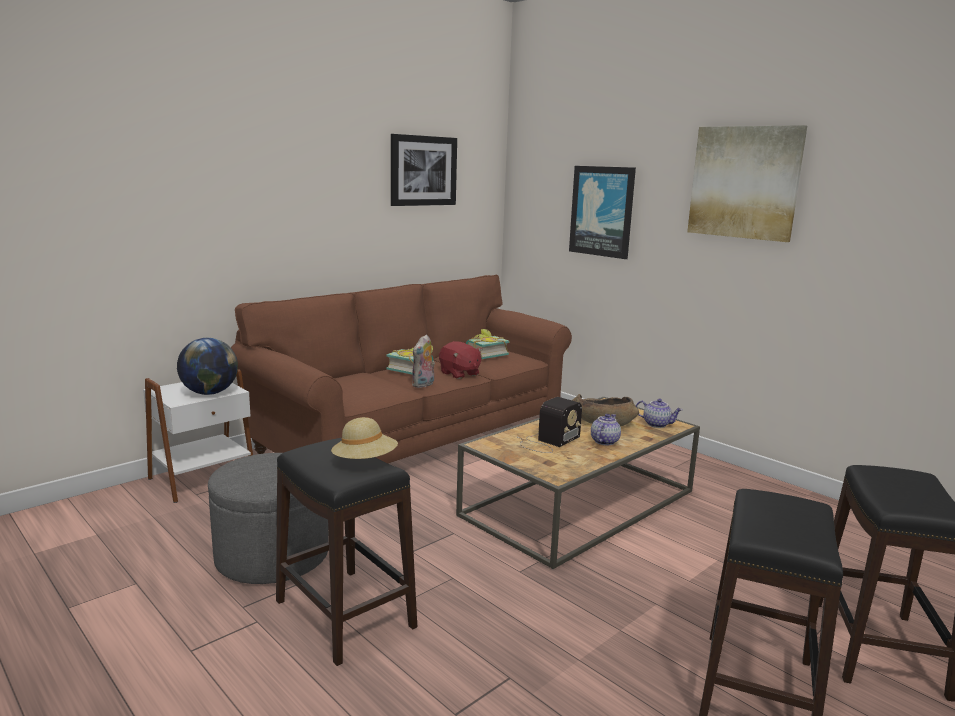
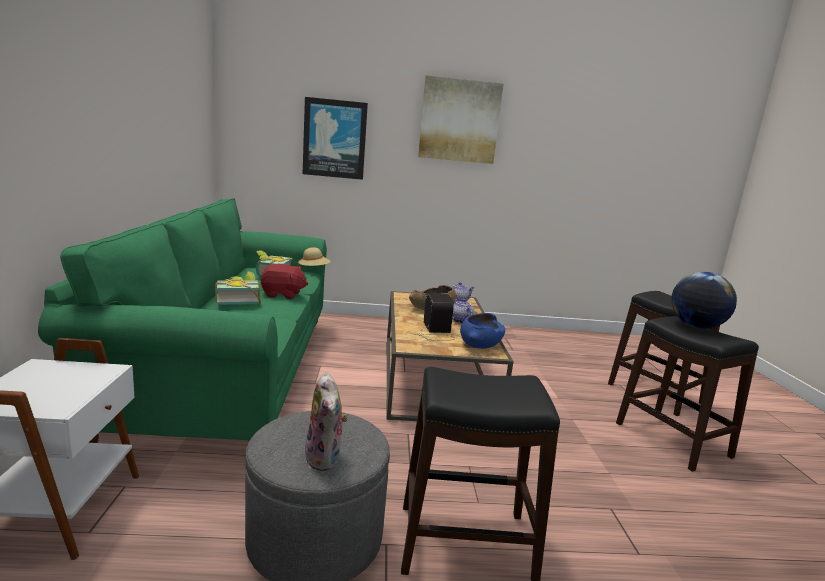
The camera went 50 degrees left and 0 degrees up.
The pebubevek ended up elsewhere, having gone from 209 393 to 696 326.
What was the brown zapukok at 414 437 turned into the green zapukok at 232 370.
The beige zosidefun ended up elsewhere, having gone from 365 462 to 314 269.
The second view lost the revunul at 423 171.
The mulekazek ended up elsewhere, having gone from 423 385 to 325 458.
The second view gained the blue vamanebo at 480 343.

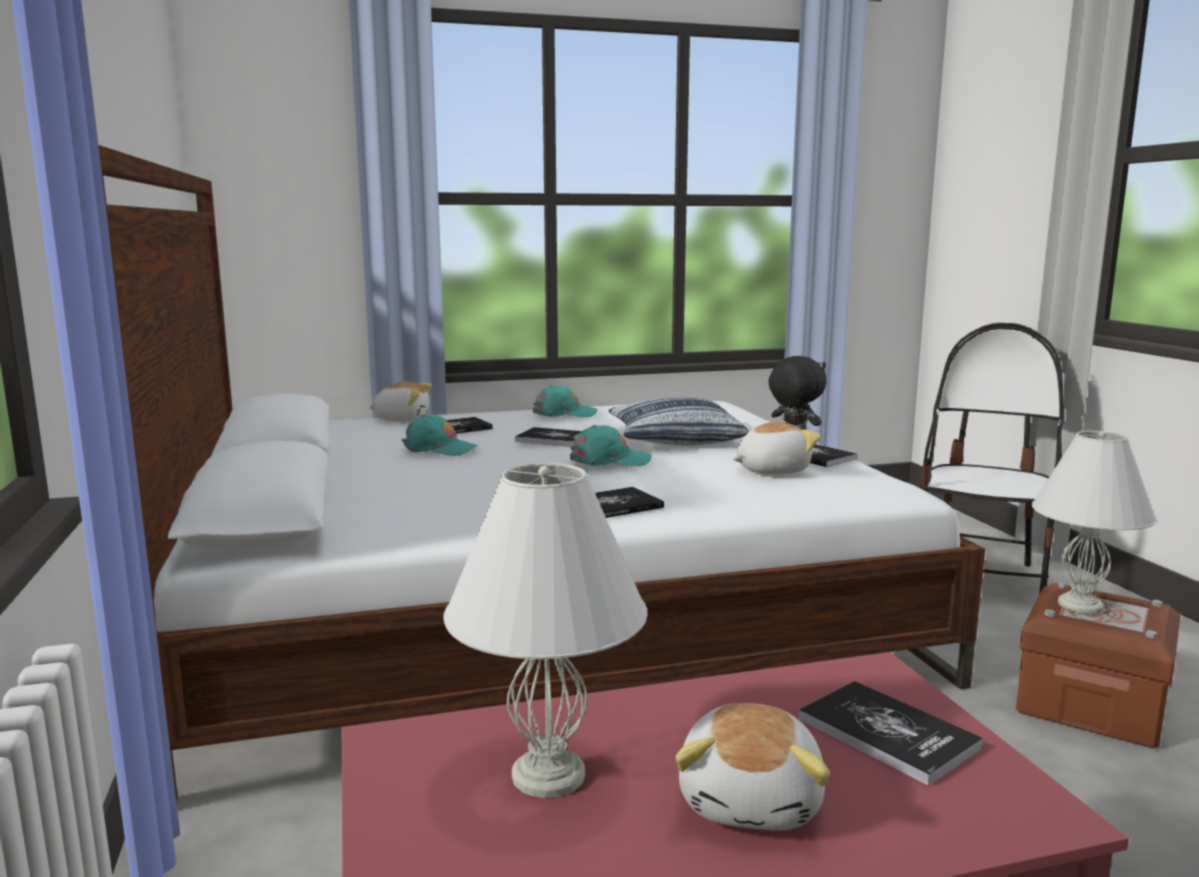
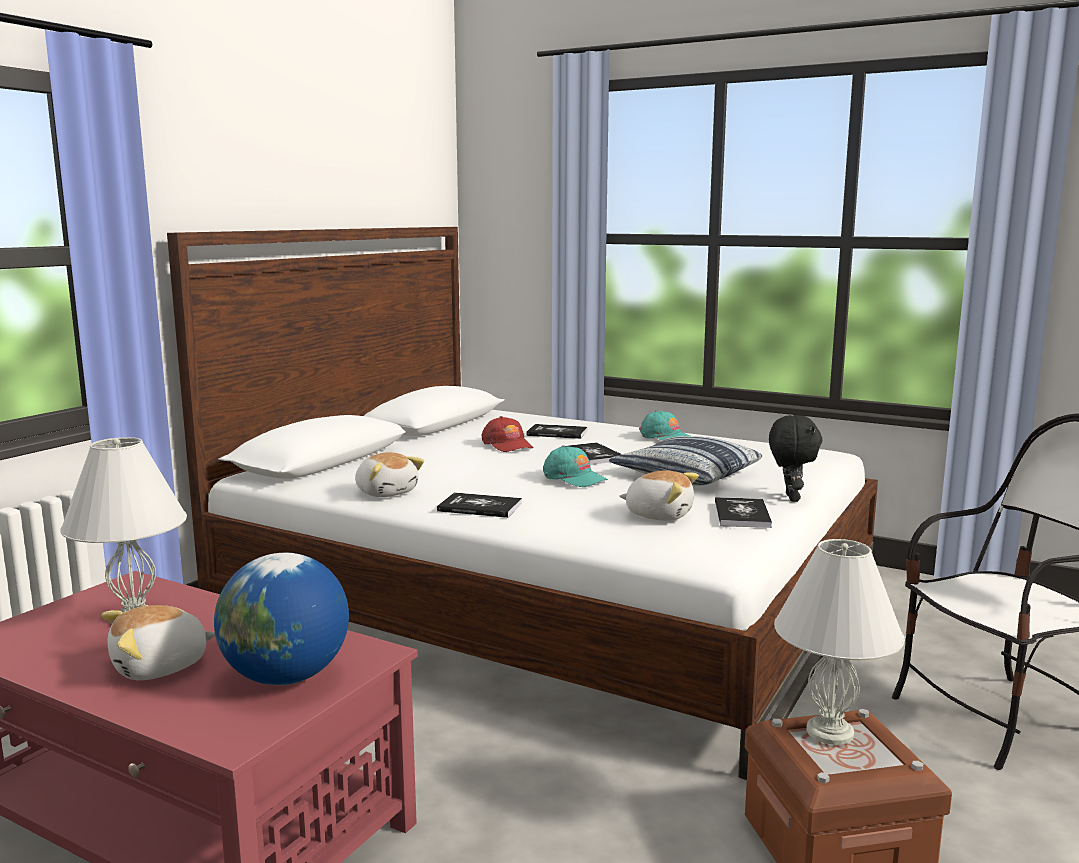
The camera went 45 degrees right and 0 degrees up.
The mulekazek ended up elsewhere, having gone from 402 419 to 387 492.
What was the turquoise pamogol at 439 449 turned into the red pamogol at 507 445.
Where the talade stood at 887 733, the pebubevek came to stand at 286 677.

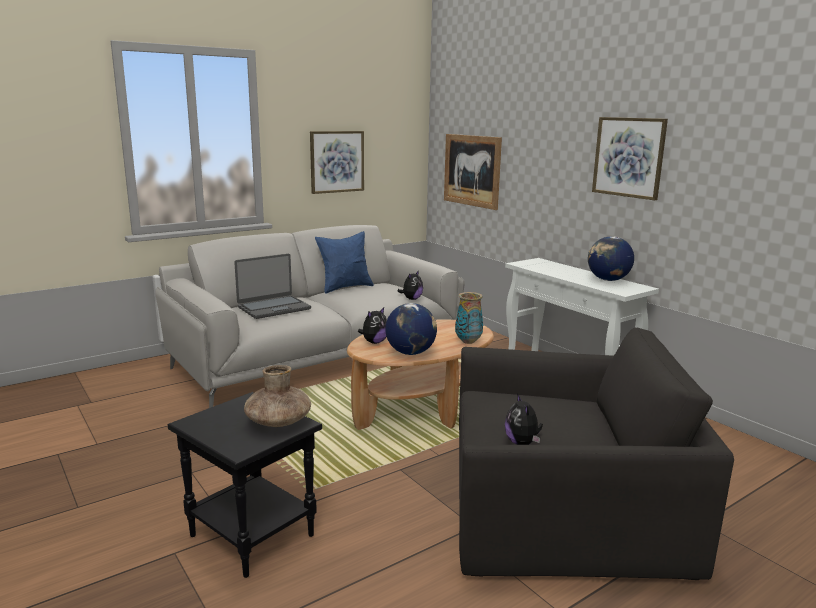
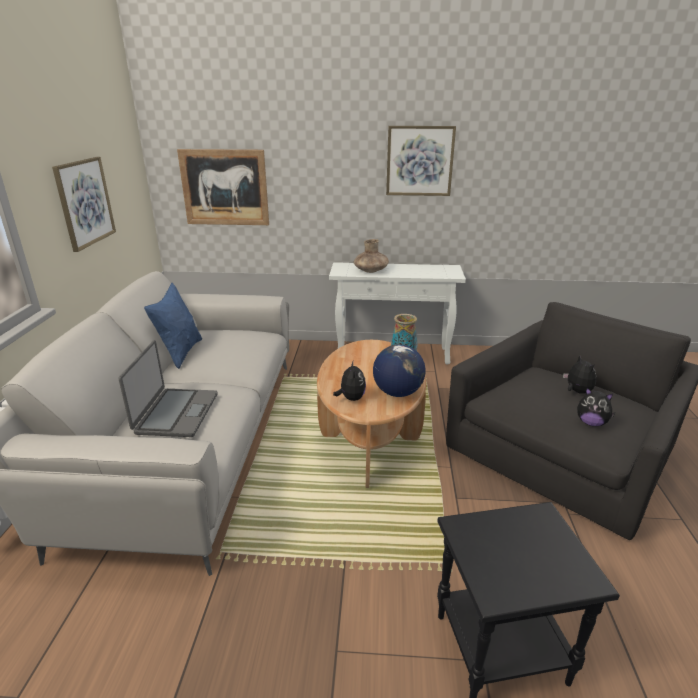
The camera went 50 degrees left and 10 degrees up.
The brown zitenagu ended up elsewhere, having gone from 278 422 to 370 271.
The mulekazek ended up elsewhere, having gone from 411 299 to 577 391.
The second view lost the pebubevek at 608 280.

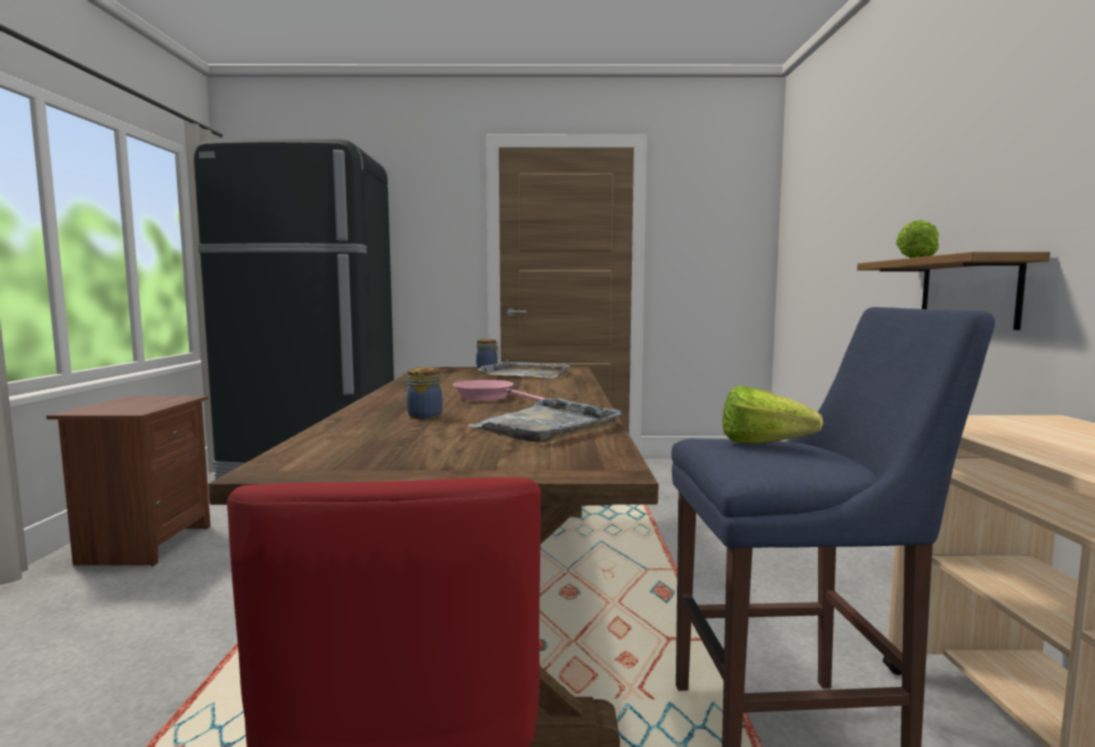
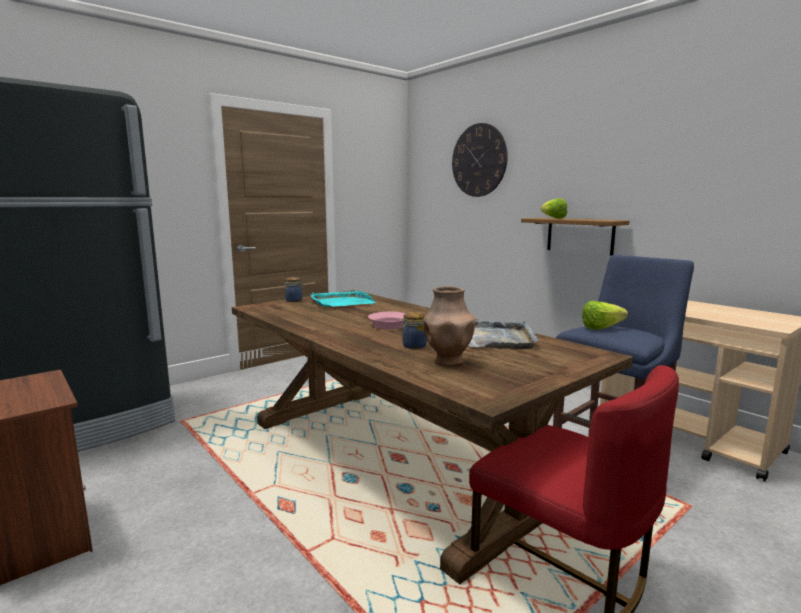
The camera went 40 degrees left and 5 degrees up.
What was the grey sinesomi at 525 374 turned into the turquoise sinesomi at 341 302.
The second view gained the brown zitenagu at 448 362.
The second view gained the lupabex at 479 160.

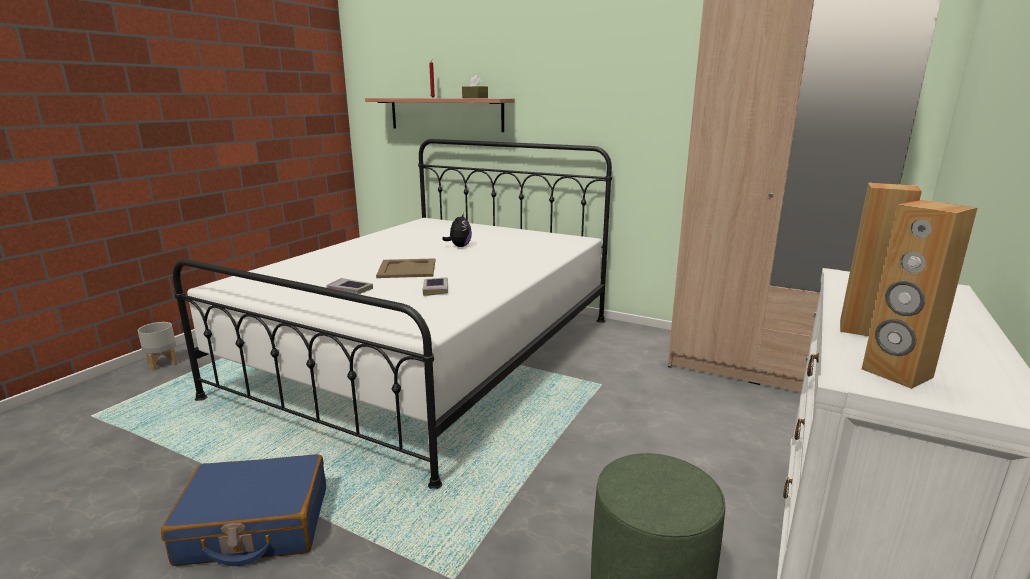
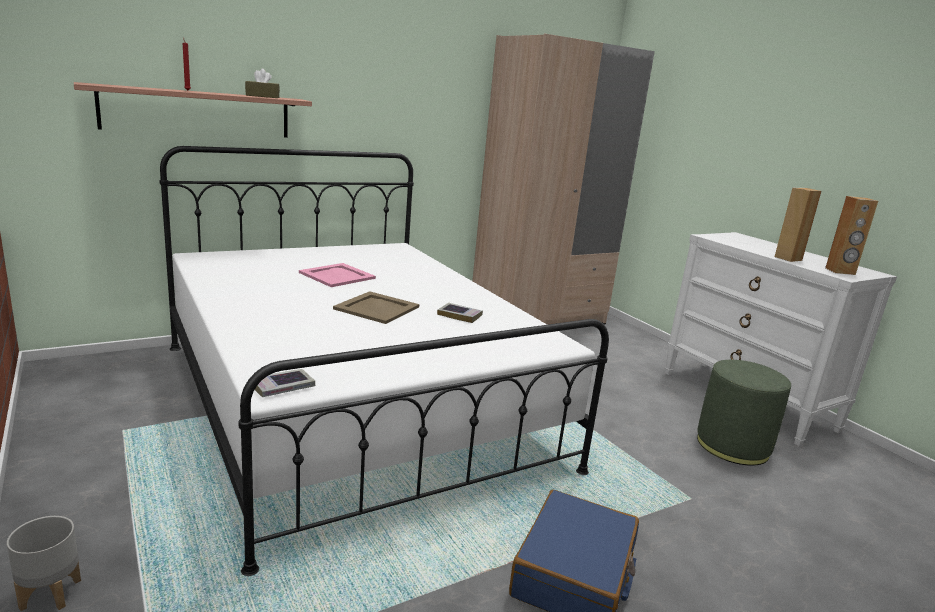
The camera went 60 degrees left and 0 degrees up.
The talade ended up elsewhere, having gone from 350 290 to 283 387.
Where the mulekazek stood at 459 246, the pink sinesomi came to stand at 336 275.

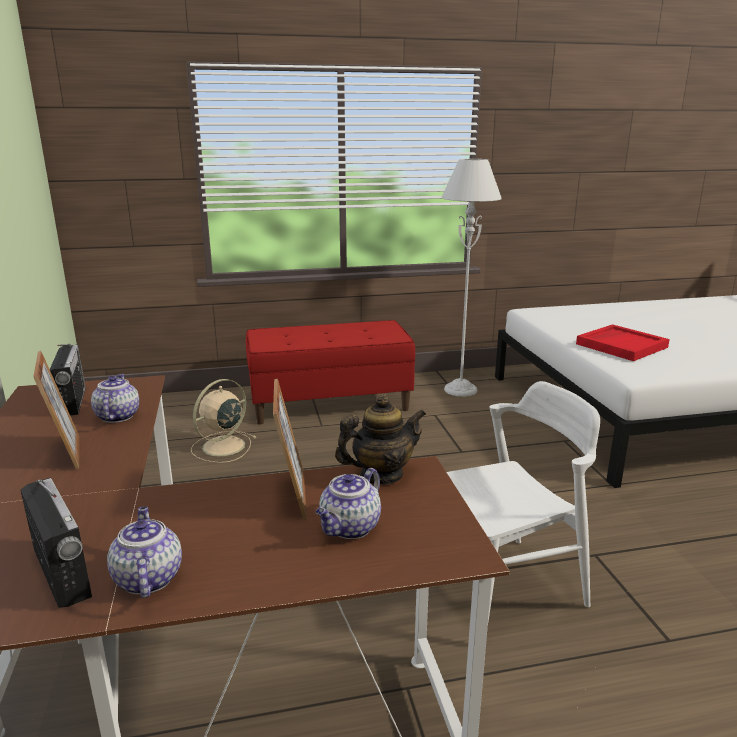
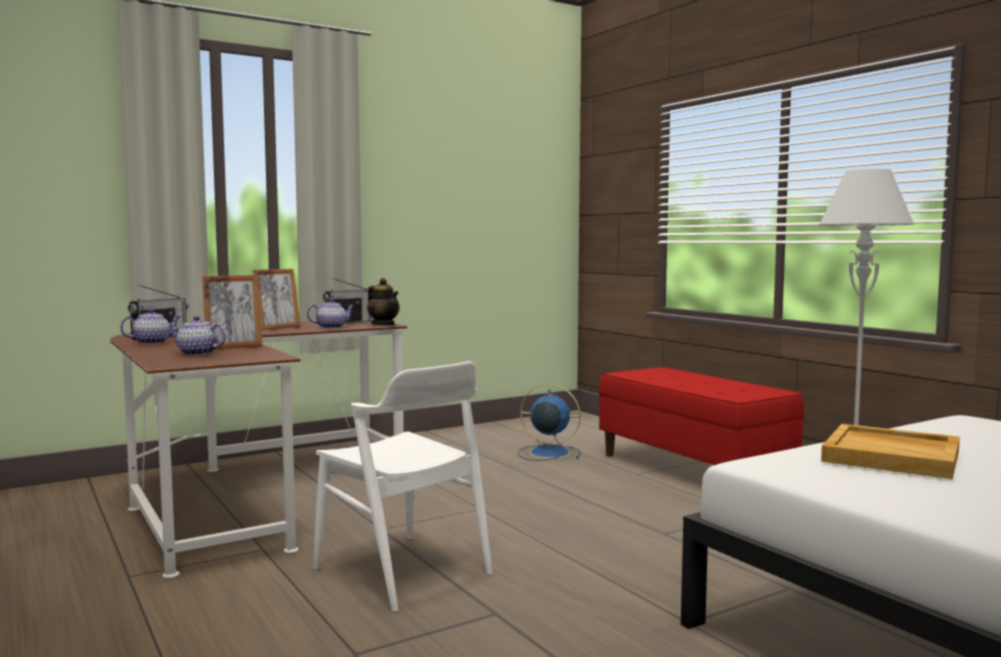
The camera went 70 degrees right and 15 degrees down.
What was the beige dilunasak at 222 447 turned into the blue dilunasak at 547 453.
The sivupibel ended up elsewhere, having gone from 381 475 to 383 325.
What was the red sinesomi at 621 345 turned into the beige sinesomi at 892 456.

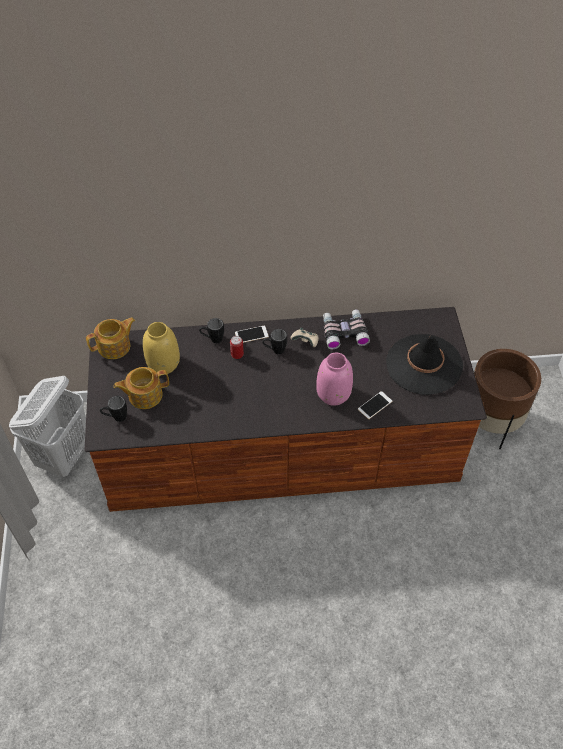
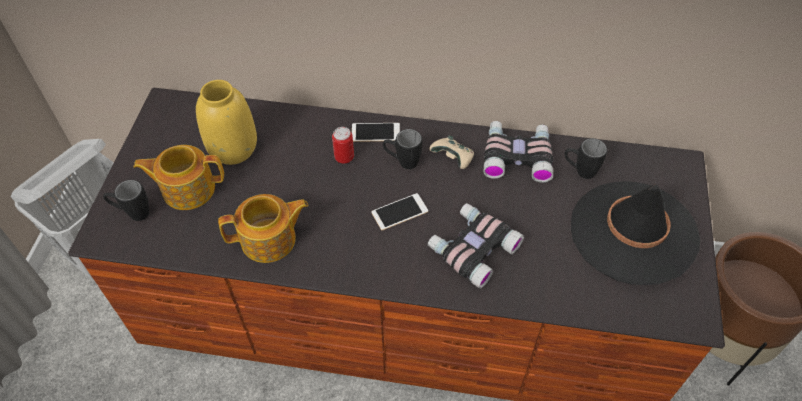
The camera went 15 degrees right and 0 degrees up.
The sivupibel ended up elsewhere, having gone from 115 346 to 270 240.
The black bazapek ended up elsewhere, having gone from 212 339 to 579 171.
Where the pink zitenagu stood at 333 393, the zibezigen came to stand at 472 248.
The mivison ended up elsewhere, having gone from 375 405 to 399 212.

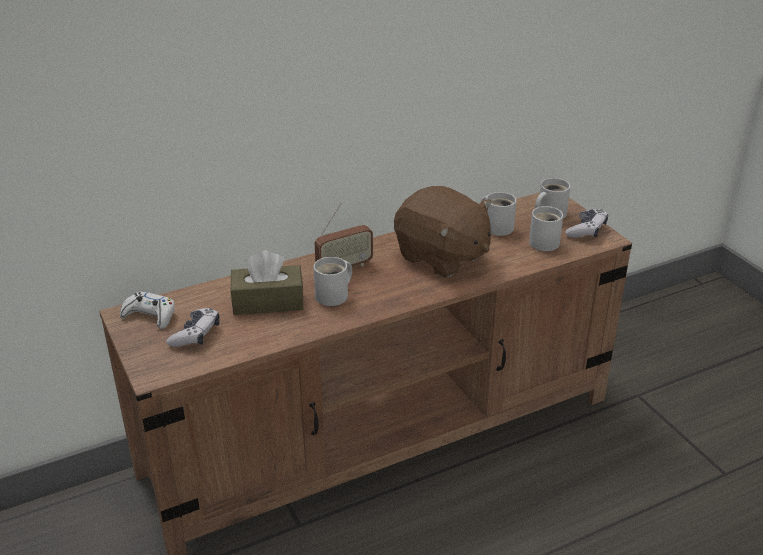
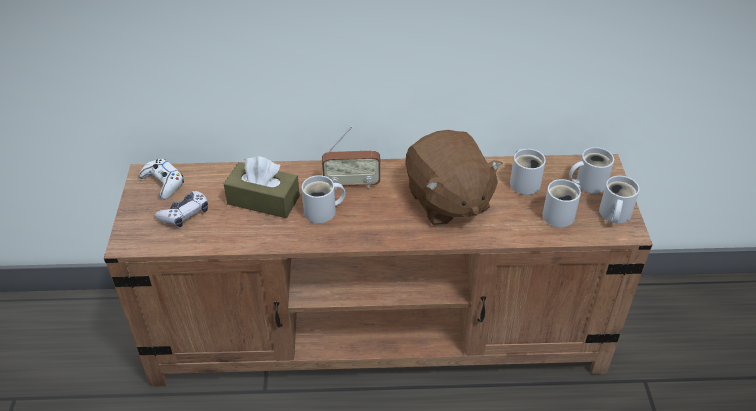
The camera went 25 degrees right and 10 degrees up.
Where the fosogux stood at 586 230, the white bazapek came to stand at 613 214.

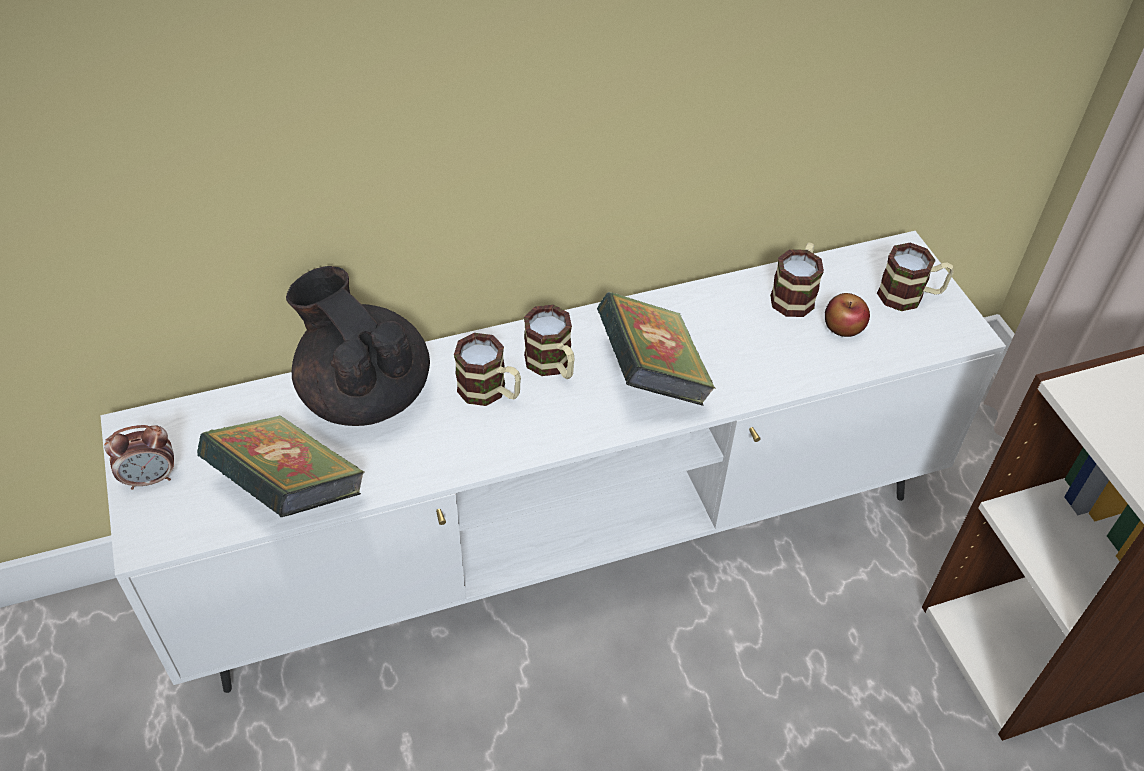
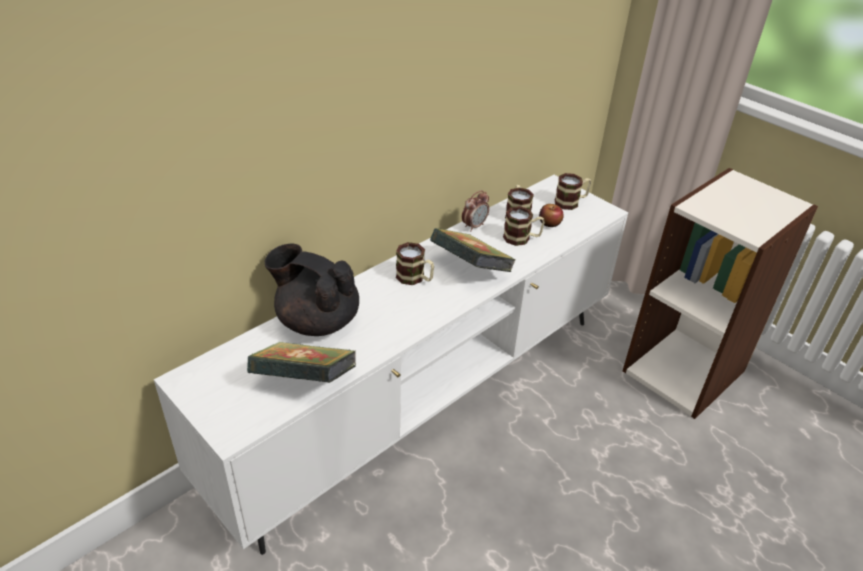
The camera went 25 degrees left and 10 degrees down.
The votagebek ended up elsewhere, having gone from 151 478 to 474 226.
The bazapek ended up elsewhere, having gone from 490 392 to 522 238.

